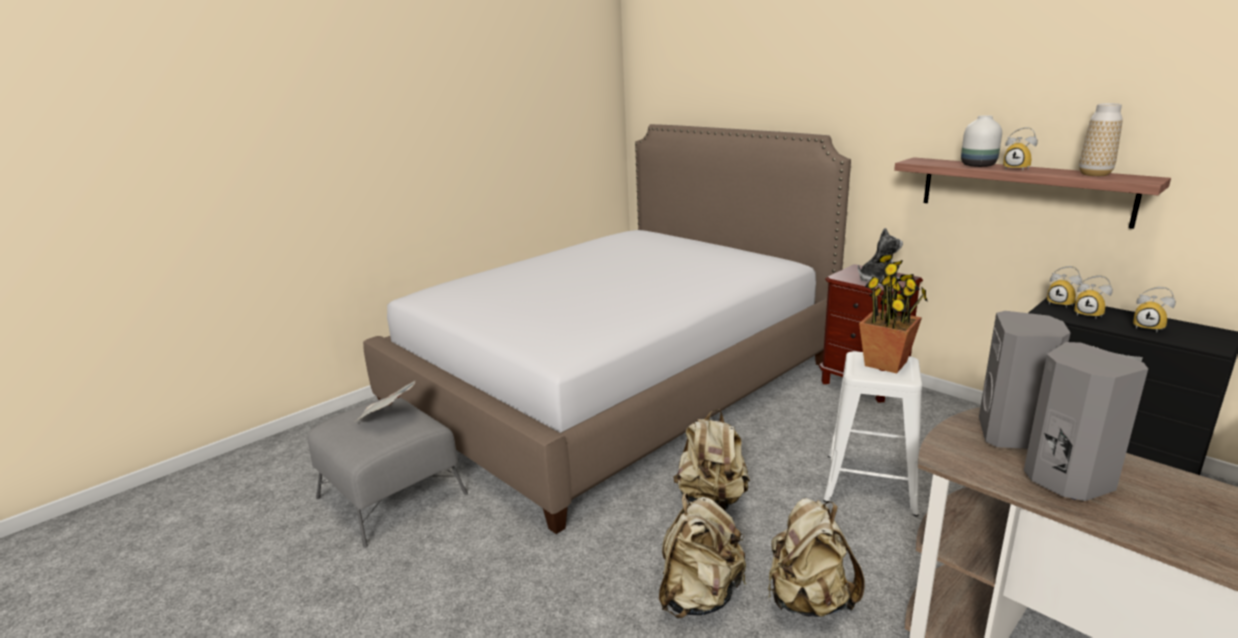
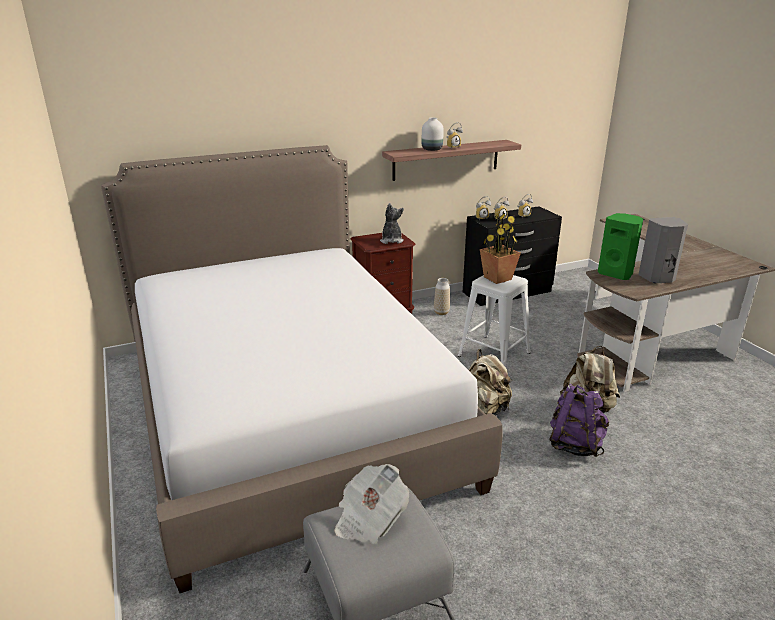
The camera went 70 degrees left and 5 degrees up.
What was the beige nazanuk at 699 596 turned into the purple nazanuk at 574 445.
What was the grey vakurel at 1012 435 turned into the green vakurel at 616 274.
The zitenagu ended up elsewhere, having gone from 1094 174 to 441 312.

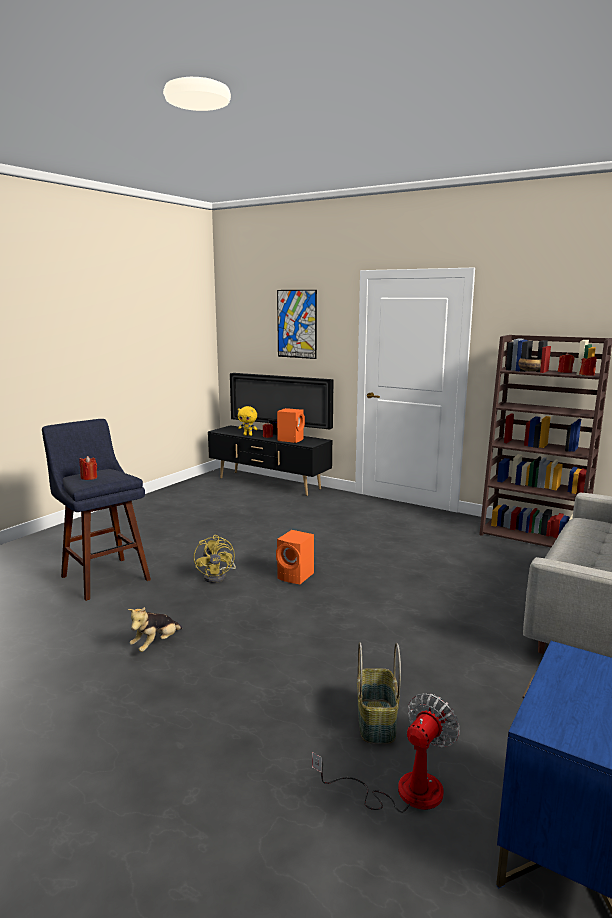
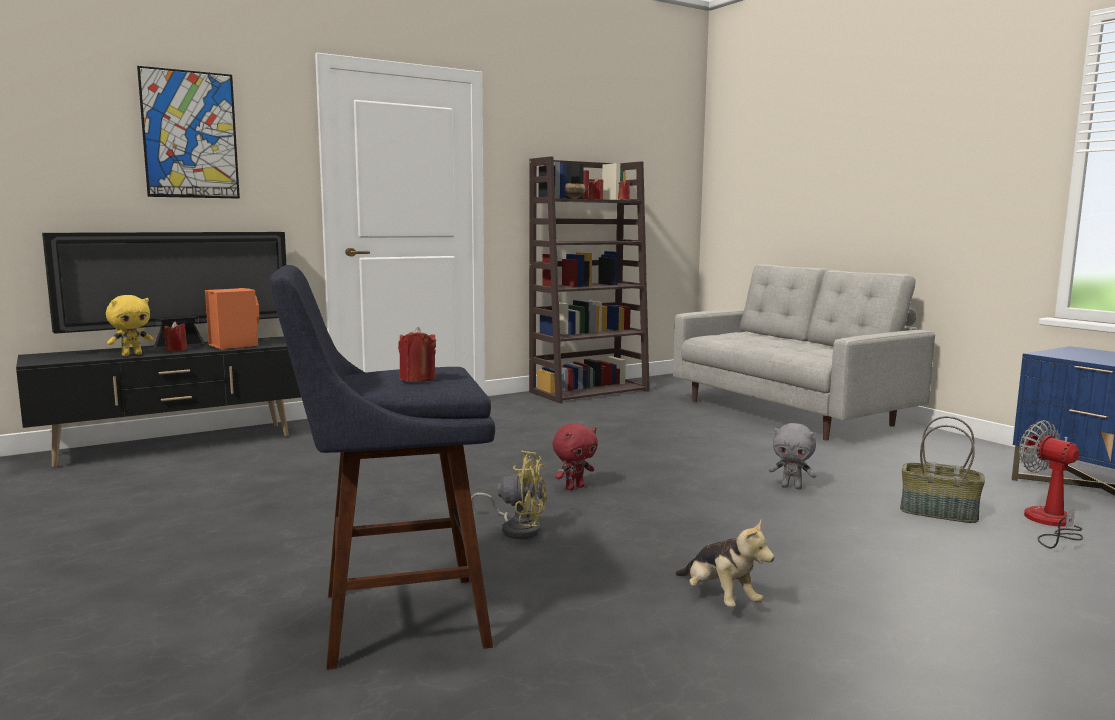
The camera went 65 degrees left and 5 degrees down.
Where the orange vakurel stood at 296 576, the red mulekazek came to stand at 574 487.
The second view gained the grey mulekazek at 792 487.

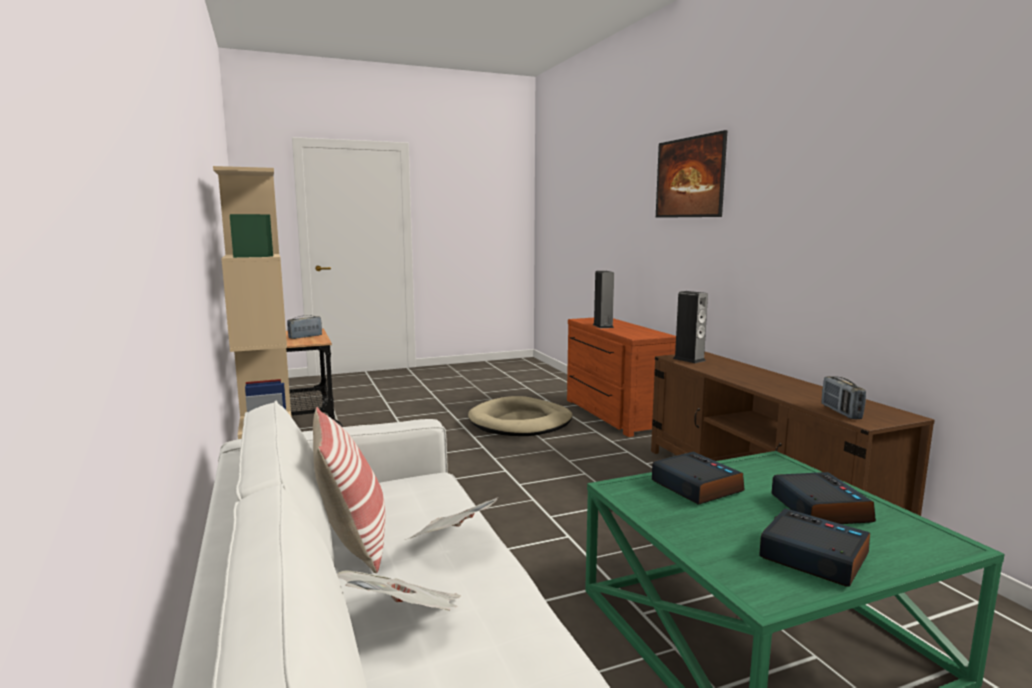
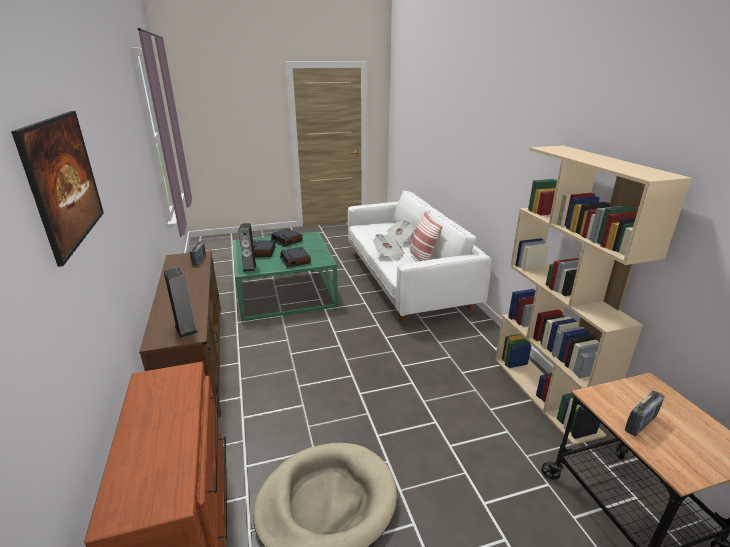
The camera went 175 degrees left and 15 degrees up.
The vakurel ended up elsewhere, having gone from 603 326 to 249 267.

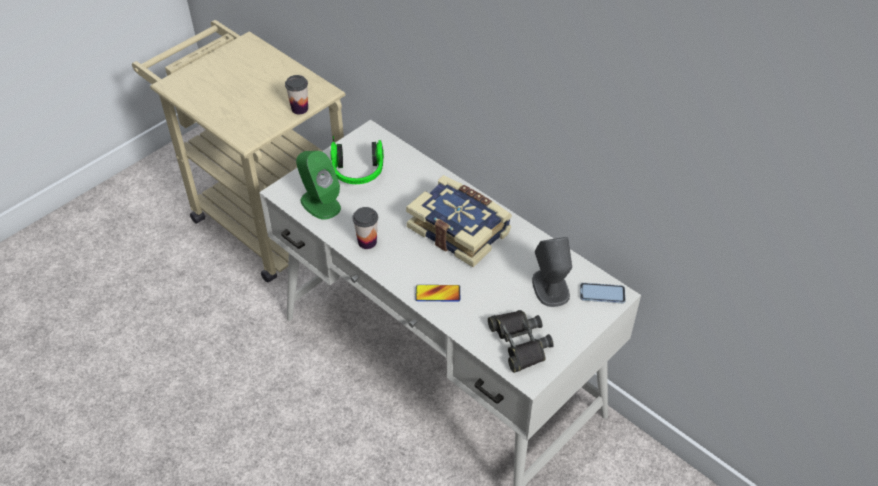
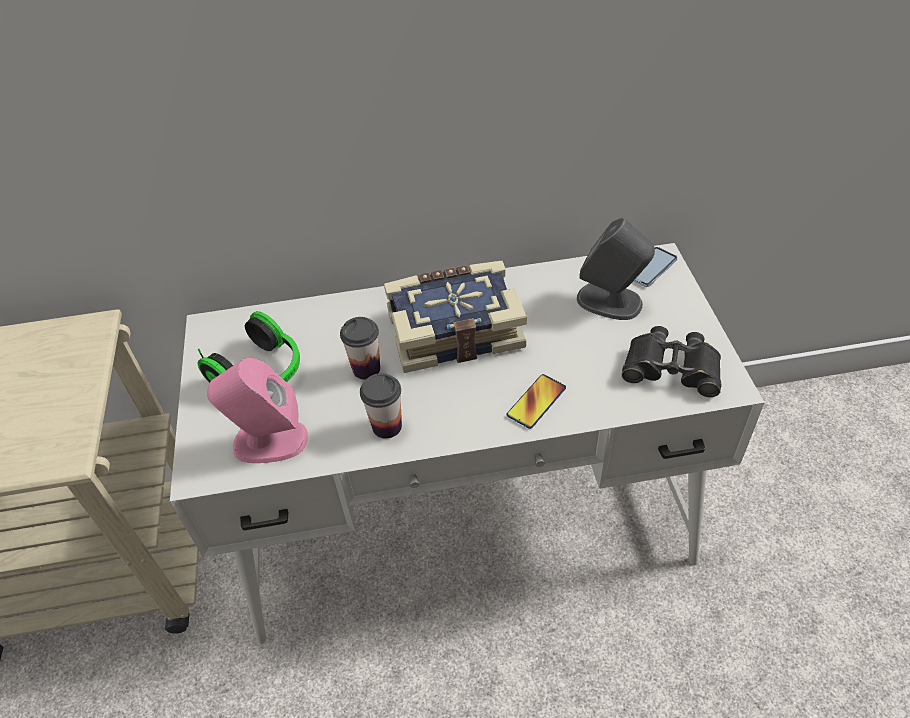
The camera went 50 degrees left and 0 degrees up.
The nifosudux ended up elsewhere, having gone from 299 109 to 366 369.
What was the green vakurel at 320 203 turned into the pink vakurel at 269 441.

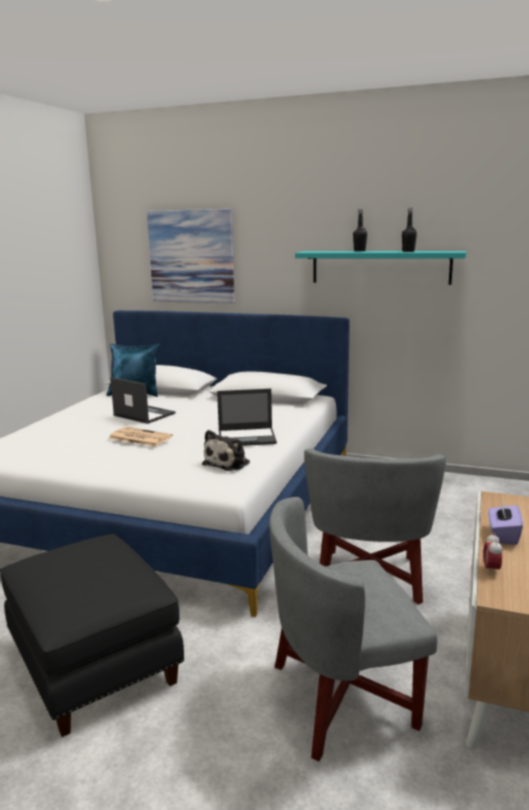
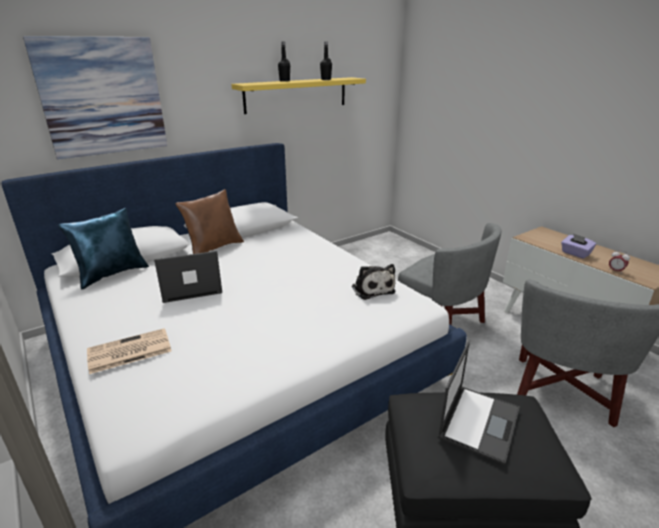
The camera went 55 degrees left and 10 degrees up.
The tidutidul ended up elsewhere, having gone from 139 437 to 128 351.
The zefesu ended up elsewhere, having gone from 247 437 to 479 422.
What was the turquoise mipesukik at 380 267 turned into the yellow mipesukik at 296 94.
The second view gained the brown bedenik at 214 248.

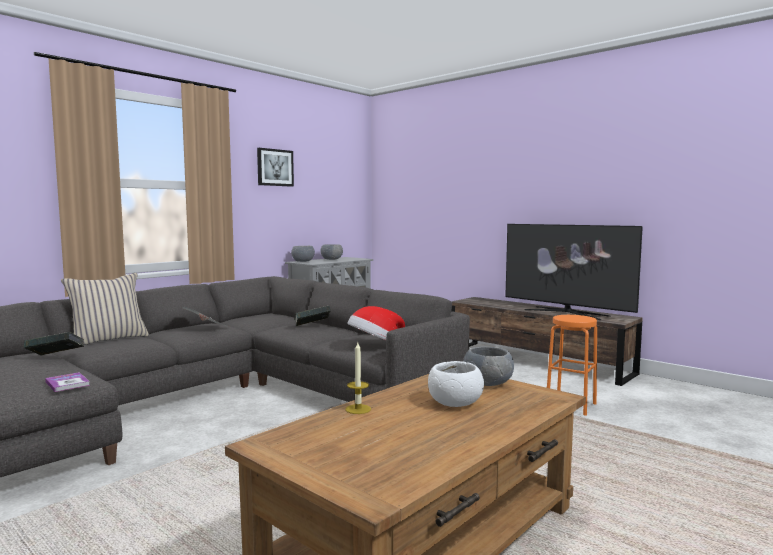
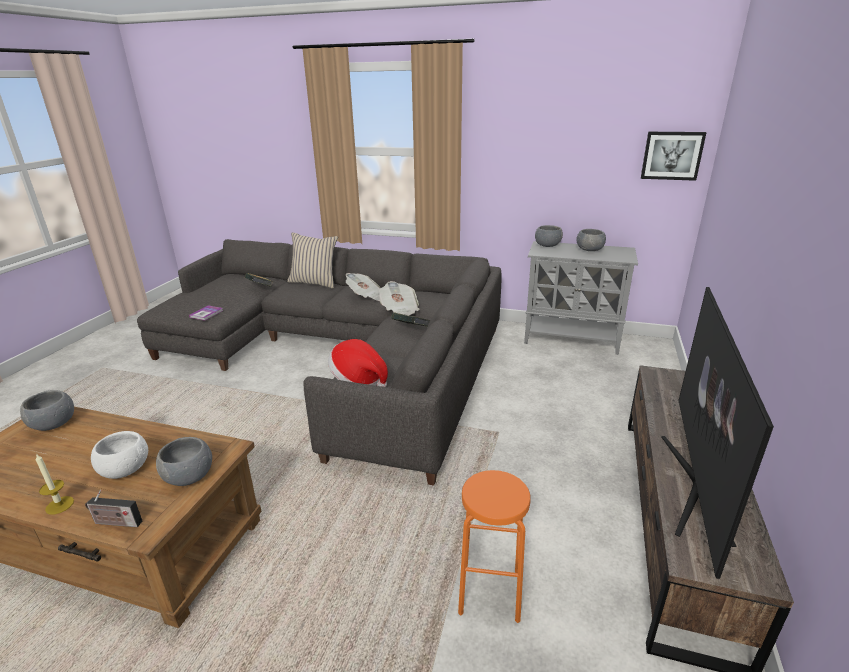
The camera went 65 degrees right and 20 degrees up.
The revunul ended up elsewhere, having gone from 275 167 to 672 155.
The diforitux ended up elsewhere, having gone from 358 409 to 59 505.
The second view gained the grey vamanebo at 54 423.
The second view gained the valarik at 116 522.
The second view gained the tidutidul at 399 310.

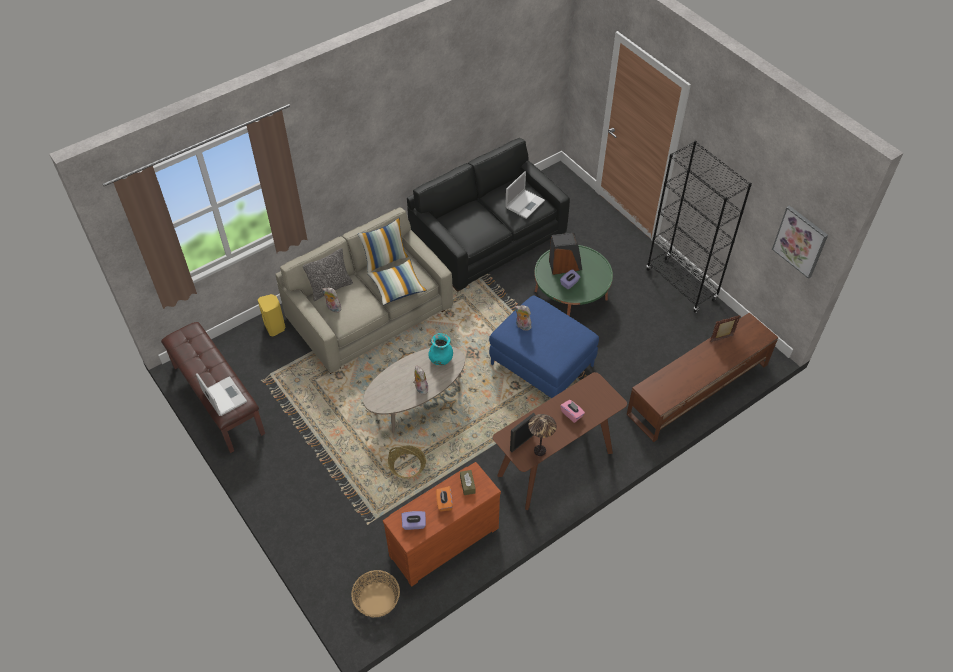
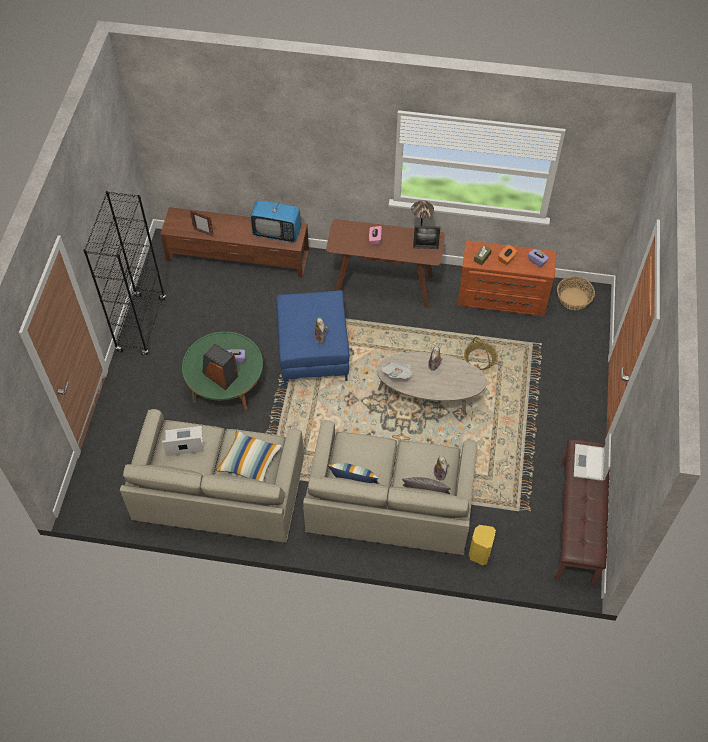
The camera went 135 degrees left and 5 degrees up.
The bedenik ended up elsewhere, having gone from 397 287 to 249 462.
What was the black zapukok at 488 237 turned into the beige zapukok at 218 490.
Where the turquoise zitenagu stood at 441 359, the tidutidul came to stand at 398 374.
The second view lost the revunul at 800 241.
The second view gained the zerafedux at 277 233.

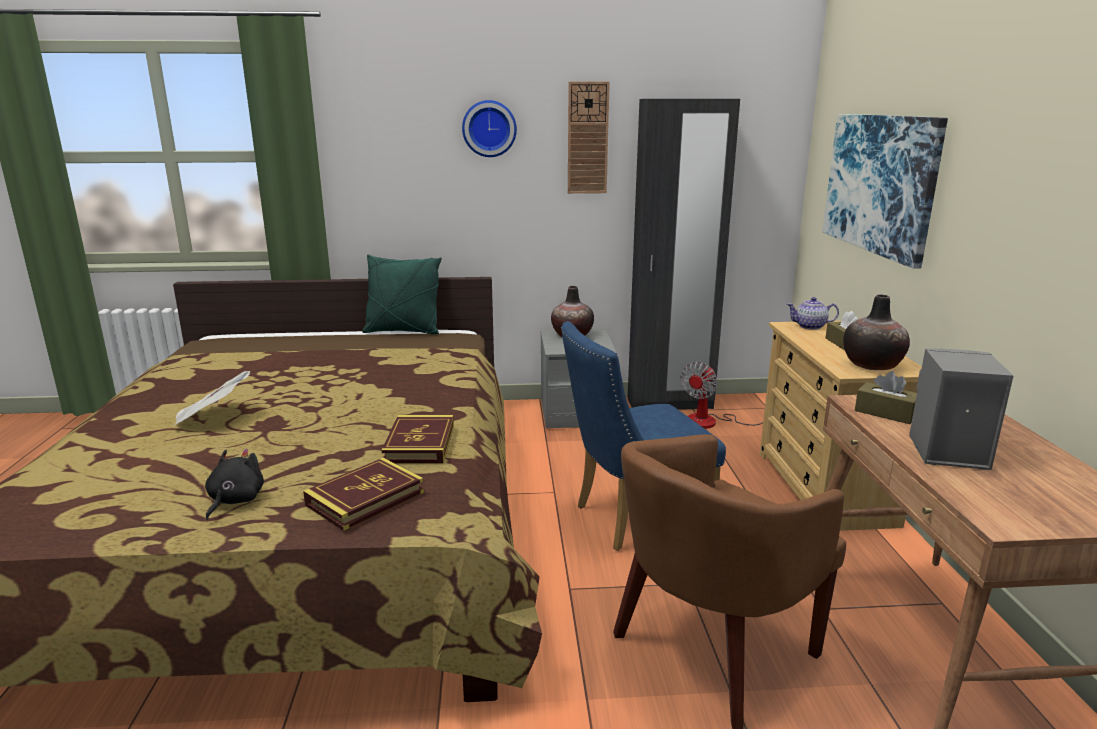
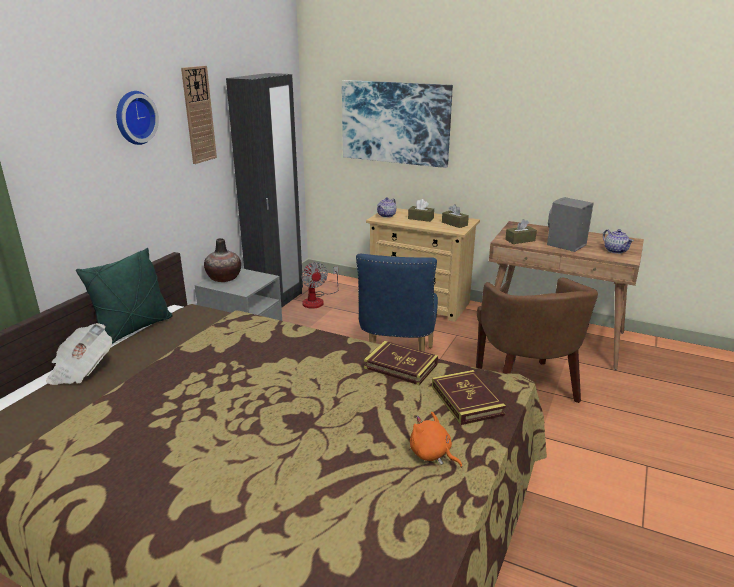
The camera went 60 degrees left and 5 degrees up.
The tidutidul ended up elsewhere, having gone from 213 417 to 81 370.
What was the black mulekazek at 234 501 turned into the orange mulekazek at 432 454.
Where the zitenagu stood at 872 365, the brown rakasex came to stand at 454 224.
The second view gained the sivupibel at 615 250.

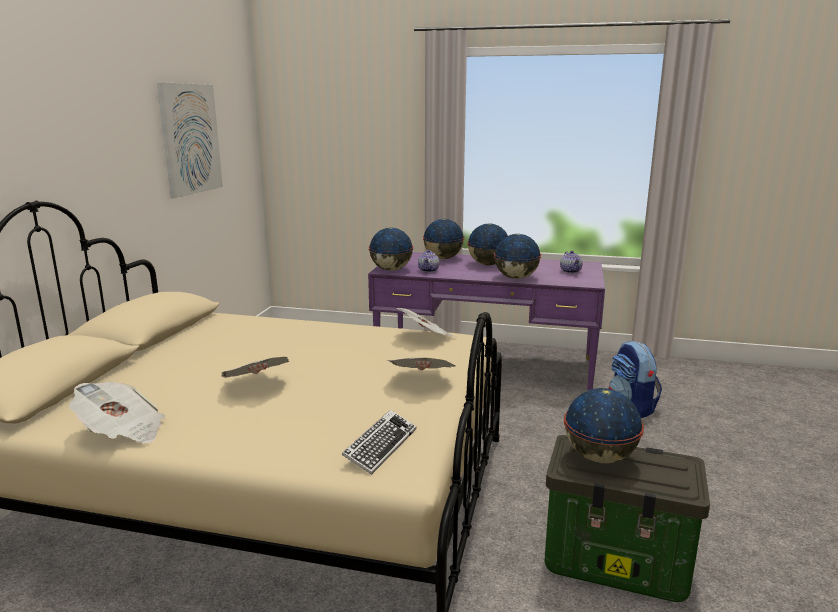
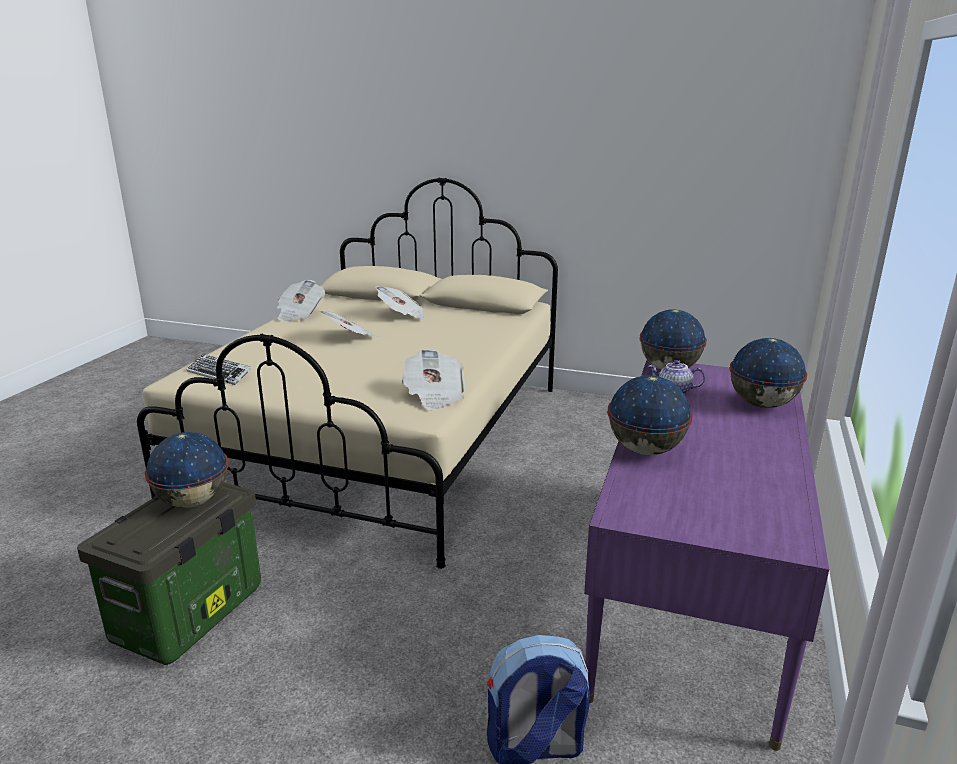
The camera went 95 degrees right and 5 degrees up.
The second view lost the revunul at 191 139.
The tidutidul ended up elsewhere, having gone from 422 381 to 402 316.
The second view lost the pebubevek at 488 264.
The second view lost the sivupibel at 571 271.

